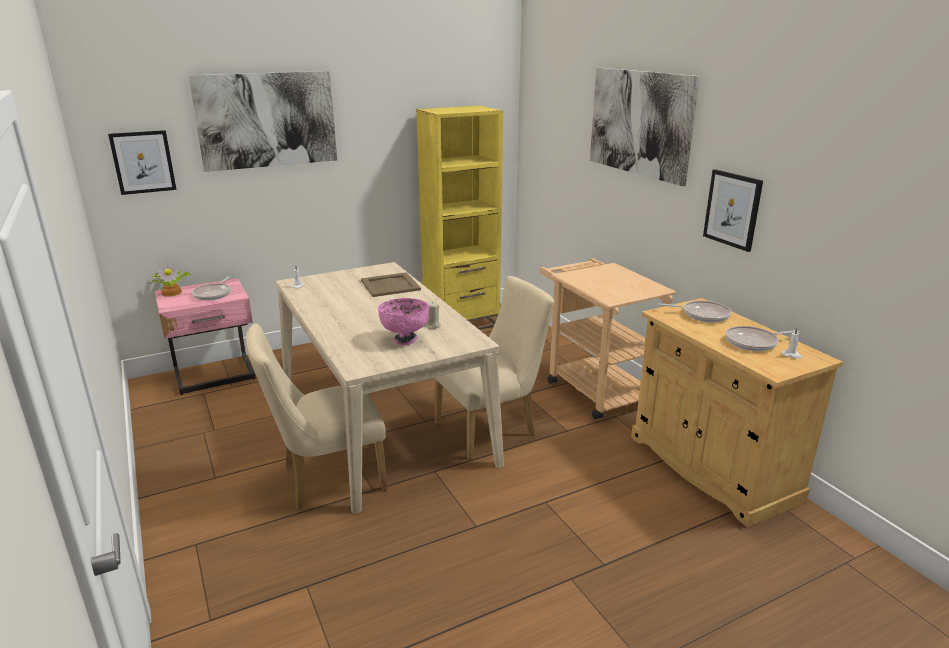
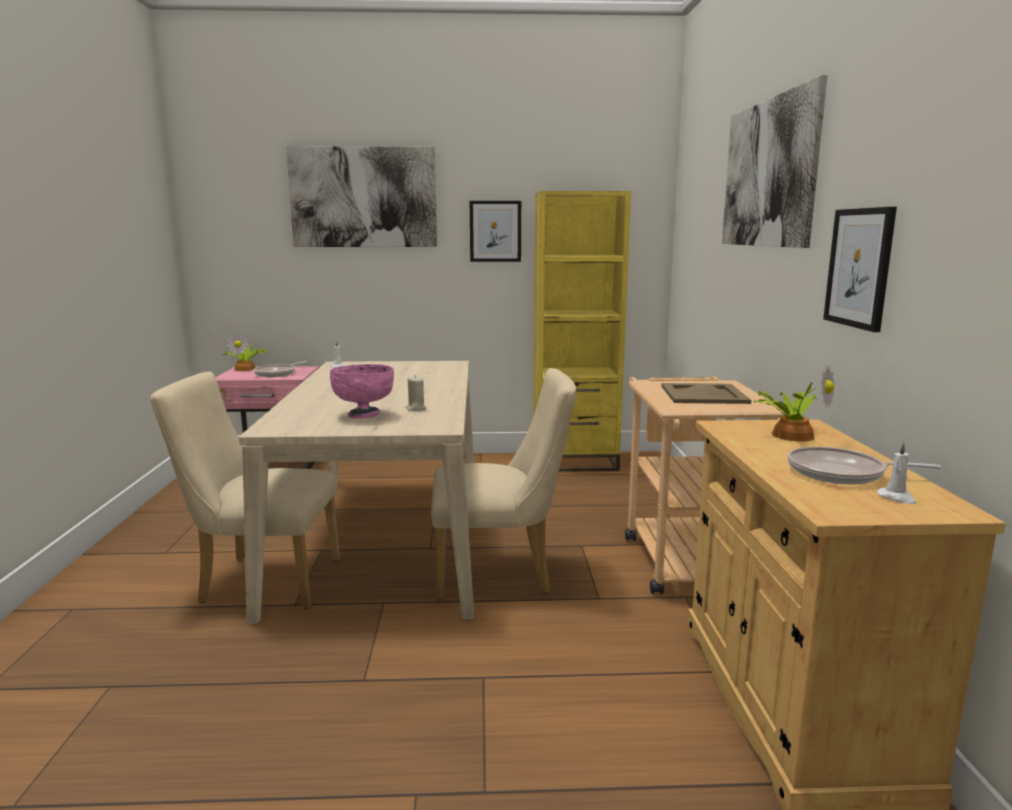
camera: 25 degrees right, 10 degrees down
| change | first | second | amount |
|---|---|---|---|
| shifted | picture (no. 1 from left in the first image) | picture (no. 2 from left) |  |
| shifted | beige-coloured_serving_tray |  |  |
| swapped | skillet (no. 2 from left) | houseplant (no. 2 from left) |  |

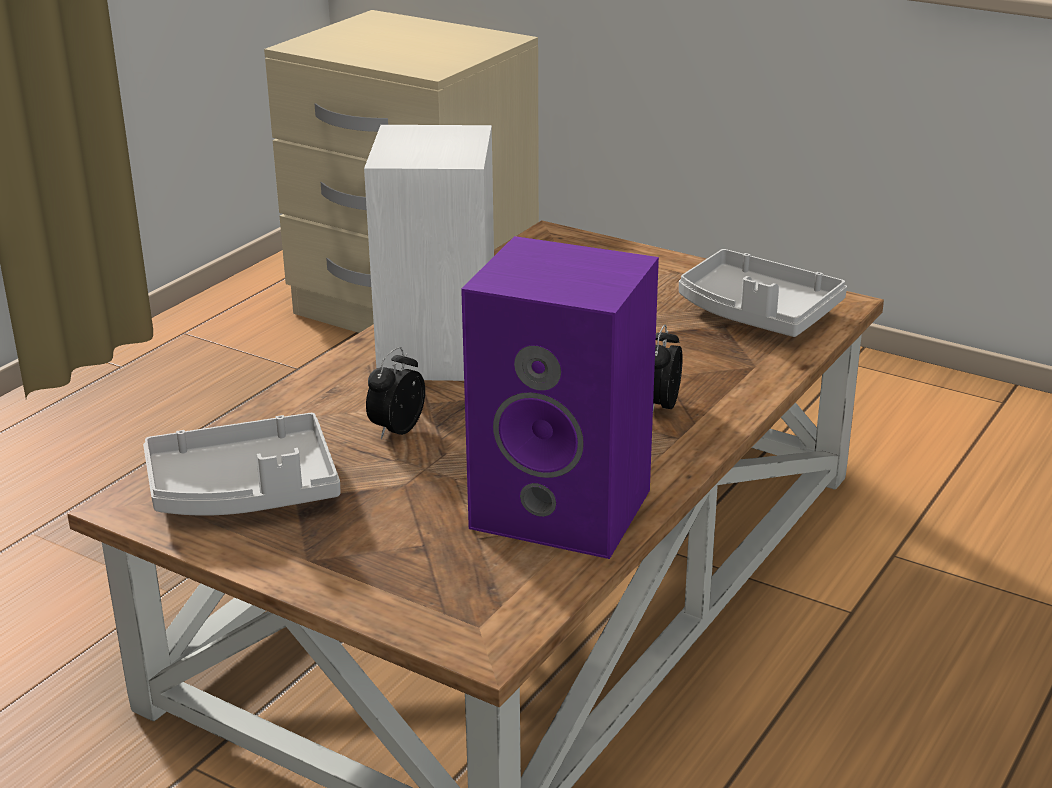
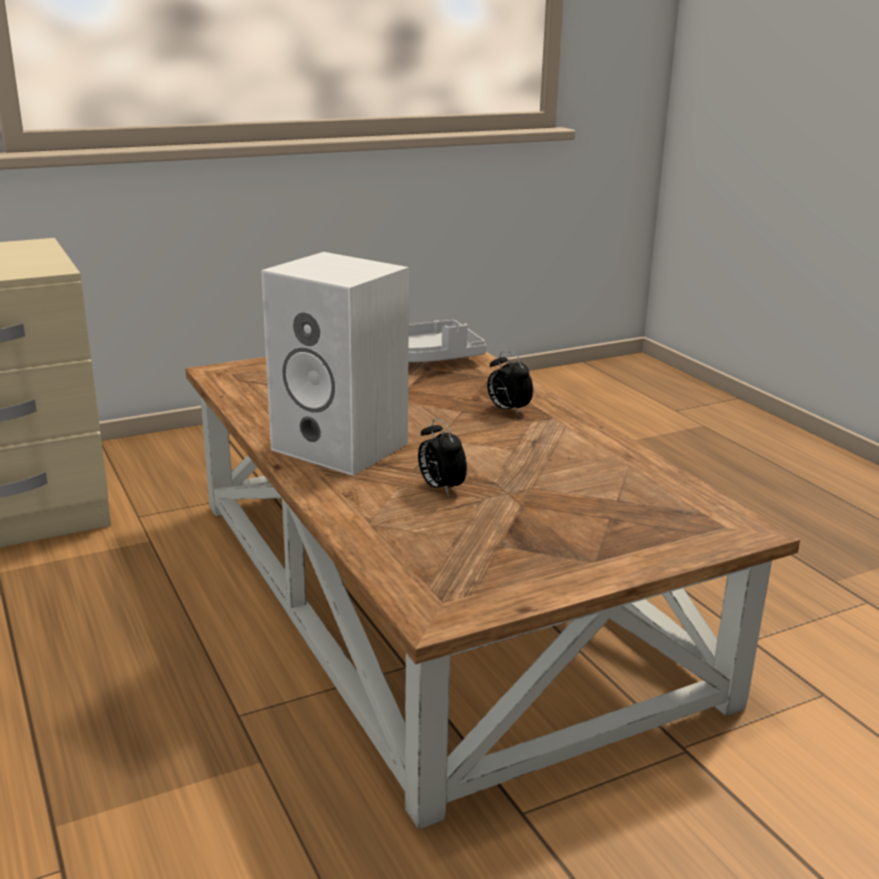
camera: 60 degrees left, 5 degrees down
| change | first | second | amount |
|---|---|---|---|
| gone | grey_serving_tray (no. 1 from left) |  |  |
| gone | purple-coloured_speaker |  |  |

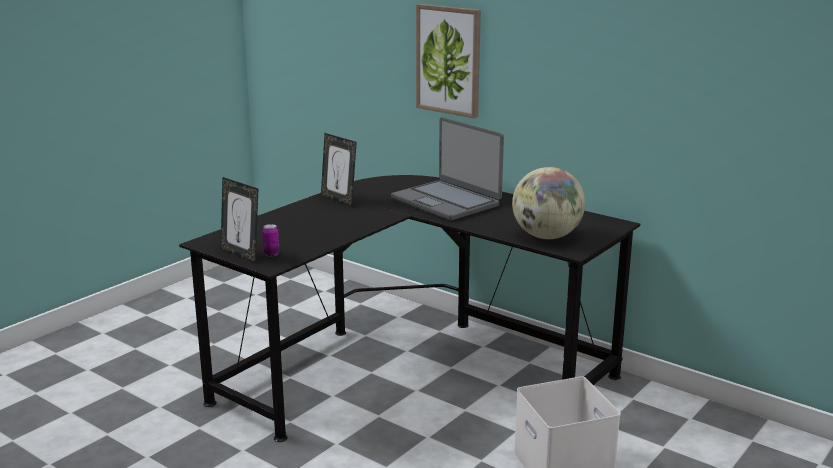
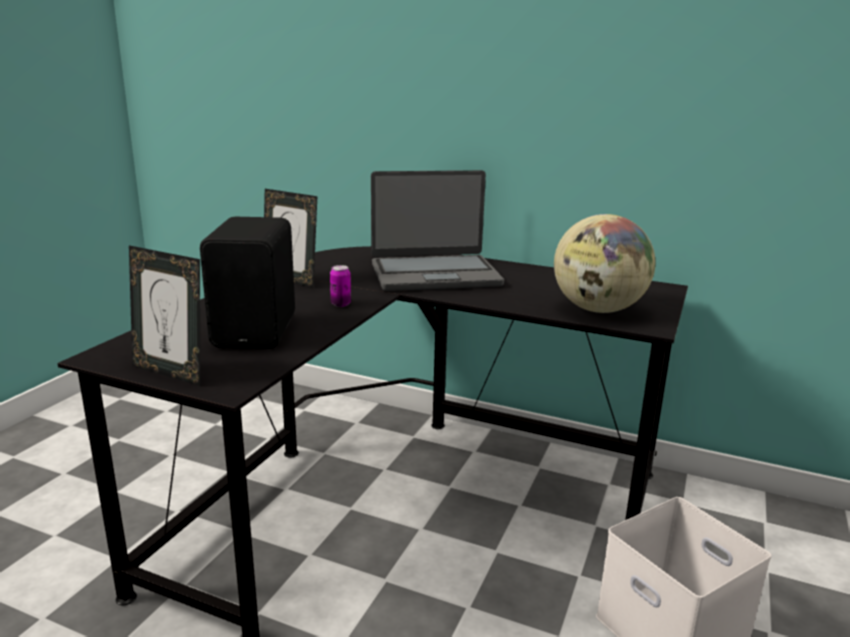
camera: 15 degrees left, 0 degrees up
| change | first | second | amount |
|---|---|---|---|
| gone | picture |  |  |
| new |  | blackish_speaker |  |
| shifted | sealed_can |  |  |
| rotated | laptop |  | 45 degrees counterclockwise |

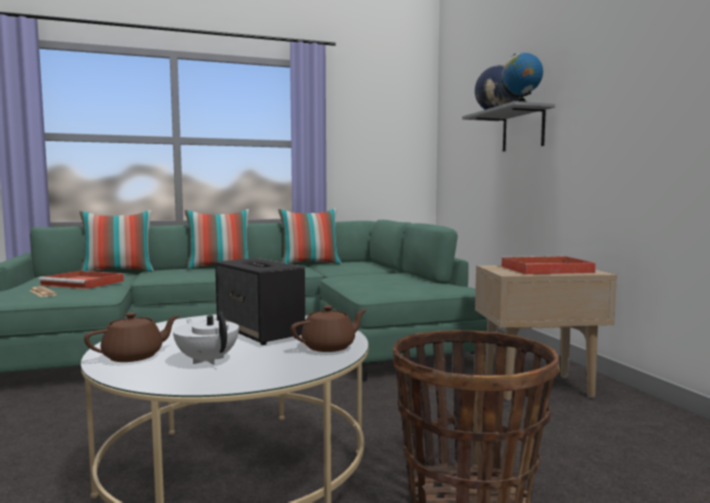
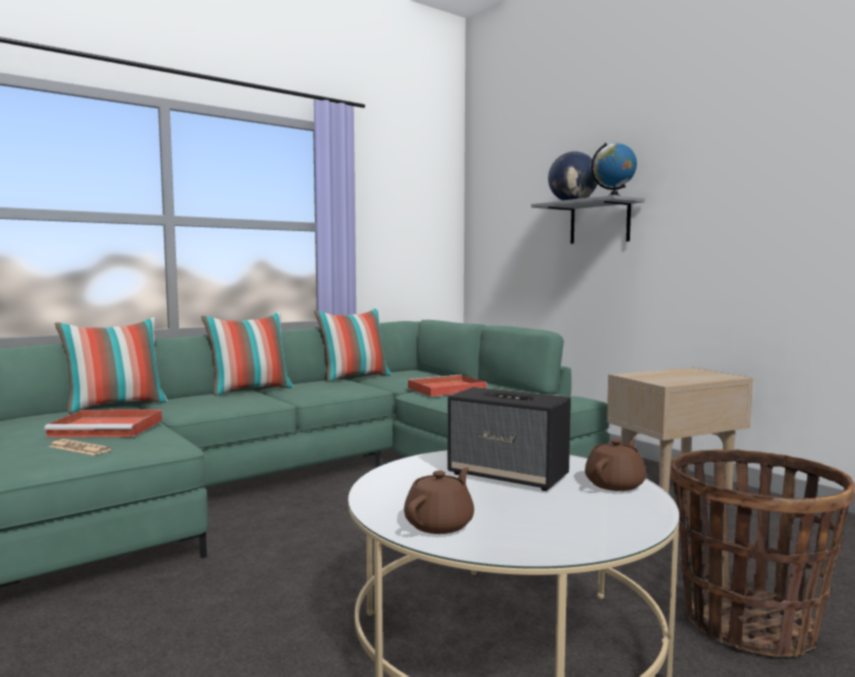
camera: 20 degrees left, 0 degrees up
| change | first | second | amount |
|---|---|---|---|
| gone | white_tea_pot |  |  |
| shifted | reddish_serving_tray (no. 2 from left) |  |  |

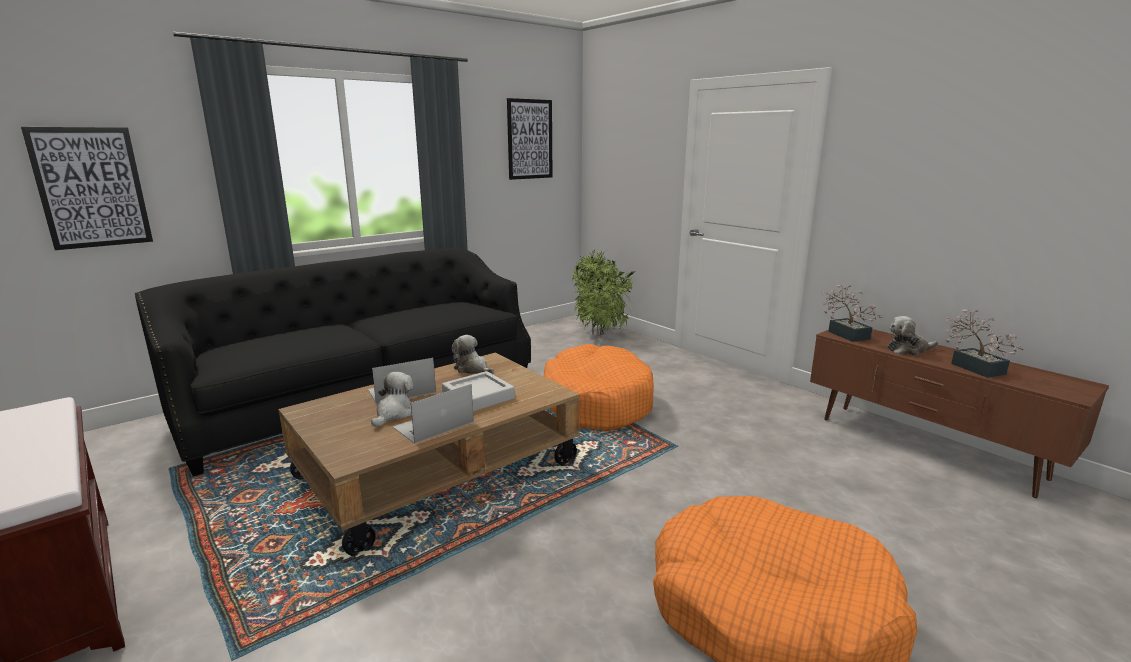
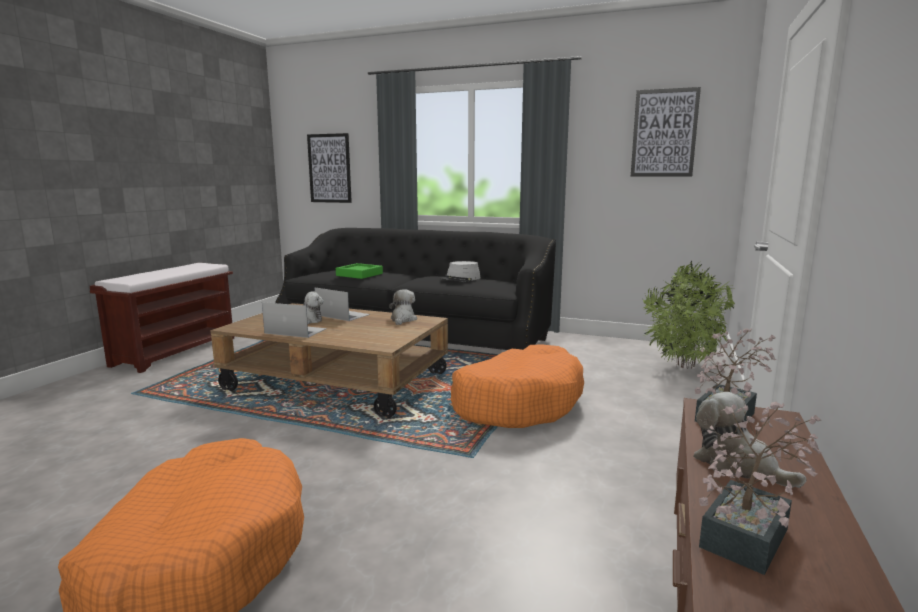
camera: 60 degrees right, 5 degrees down
| change | first | second | amount |
|---|---|---|---|
| gone | grey_serving_tray |  |  |
| new |  | green-coloured_serving_tray |  |
| new |  | grey_clothing_hat |  |

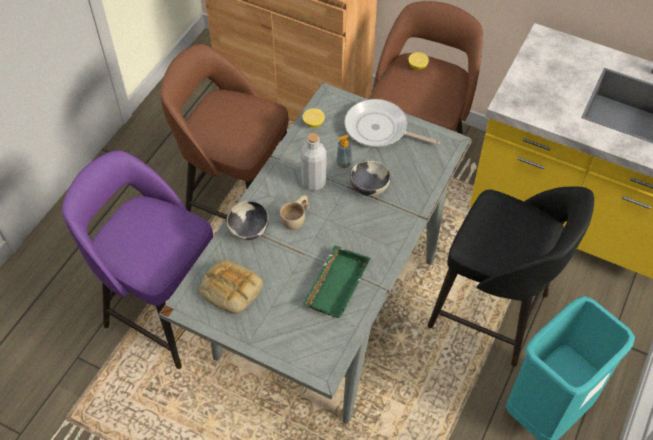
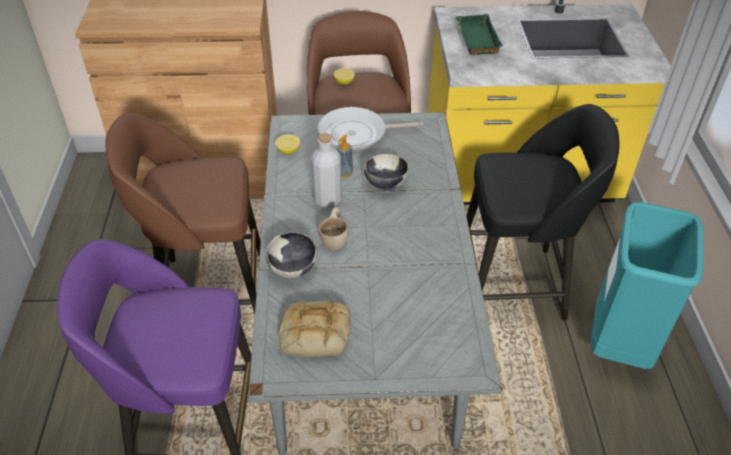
camera: 30 degrees left, 10 degrees down
| change | first | second | amount |
|---|---|---|---|
| shifted | green-coloured_serving_tray |  |  |

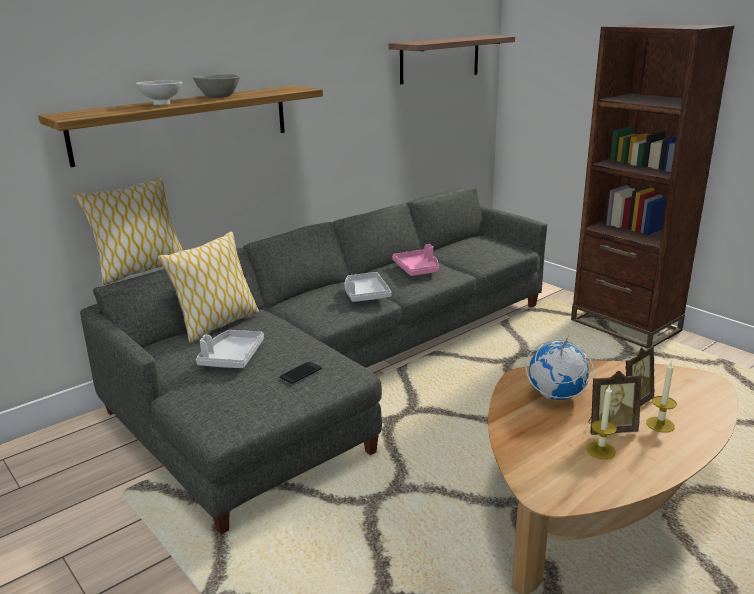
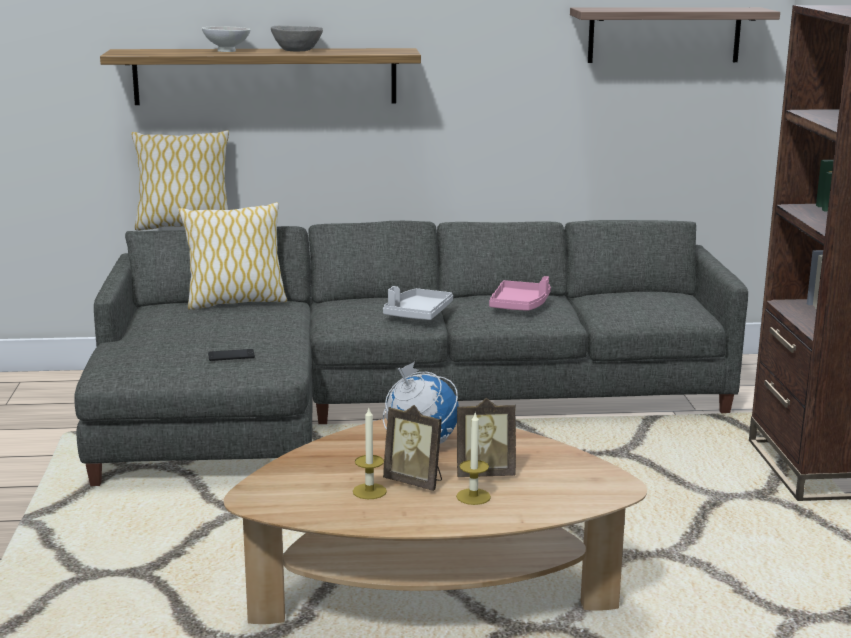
camera: 35 degrees right, 5 degrees down
| change | first | second | amount |
|---|---|---|---|
| gone | grey_serving_tray (no. 1 from left) |  |  |

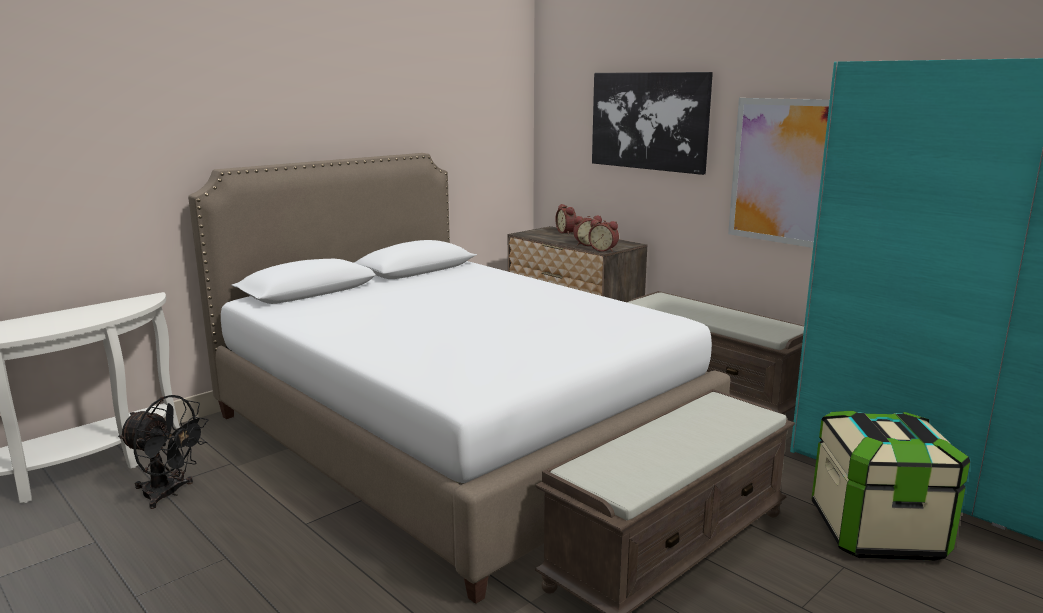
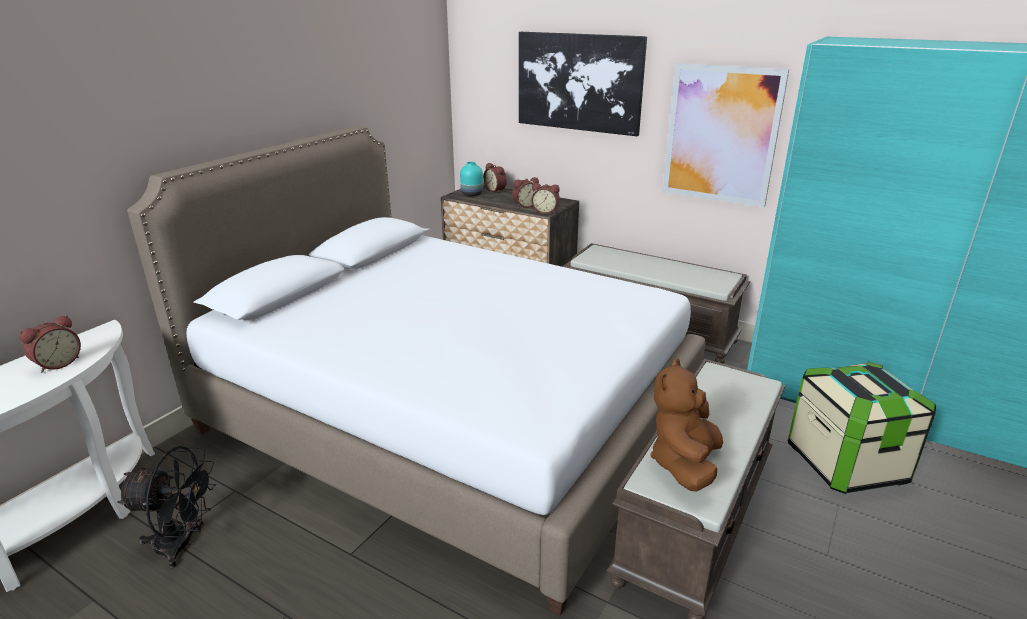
camera: 15 degrees left, 10 degrees up
| change | first | second | amount |
|---|---|---|---|
| new |  | table_clock (no. 1 from left) |  |
| new |  | blue-green_decorative_vase |  |
| new |  | brown-coloured_soft_toy |  |

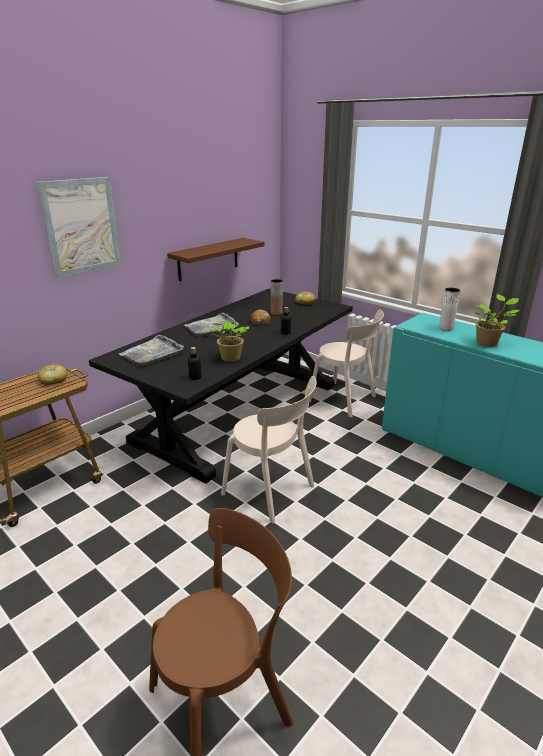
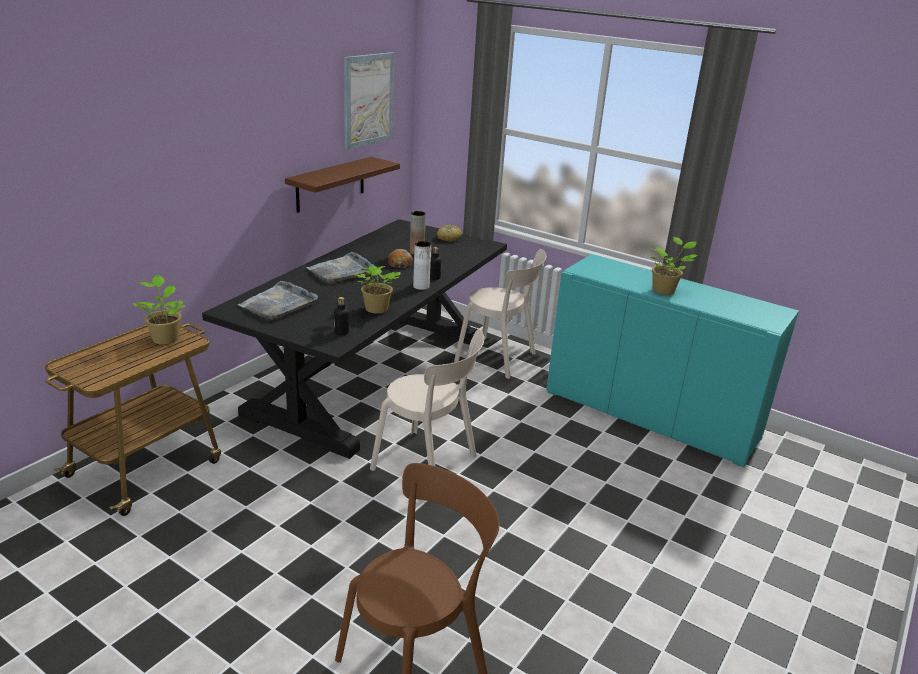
camera: 10 degrees left, 0 degrees up
| change | first | second | amount |
|---|---|---|---|
| shifted | picture |  |  |
| shifted | white_decorative_vase |  |  |
| swapped | bread (no. 1 from left) | houseplant (no. 1 from left) |  |

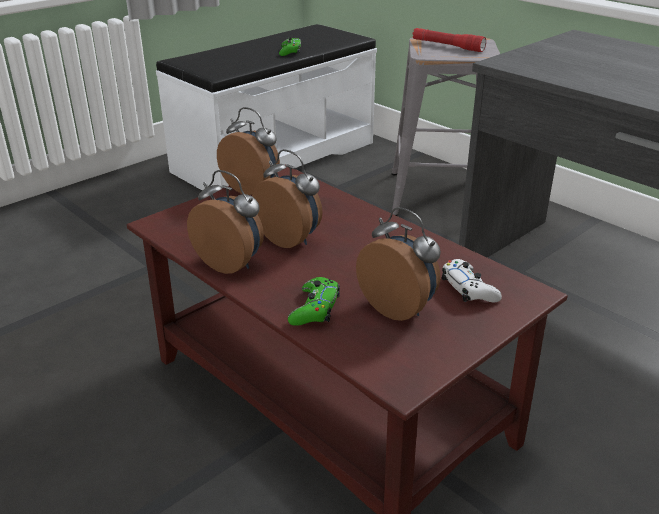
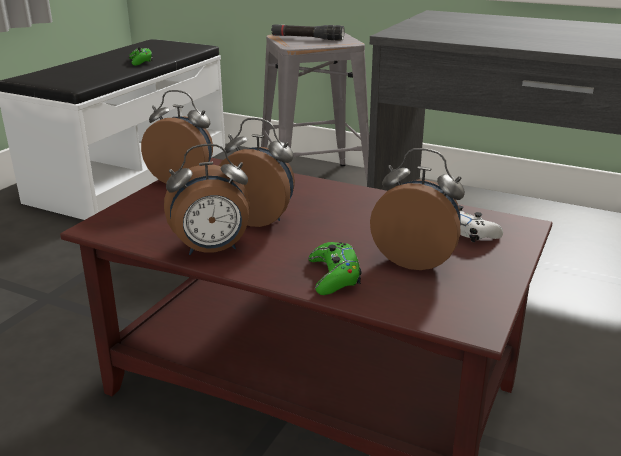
camera: 20 degrees left, 5 degrees down
| change | first | second | amount |
|---|---|---|---|
| repainted | reddish_flashlight | blackish_flashlight |  |
| rotated | table_clock (no. 1 from left in the first image) | table_clock (no. 2 from left) | 150 degrees clockwise |

